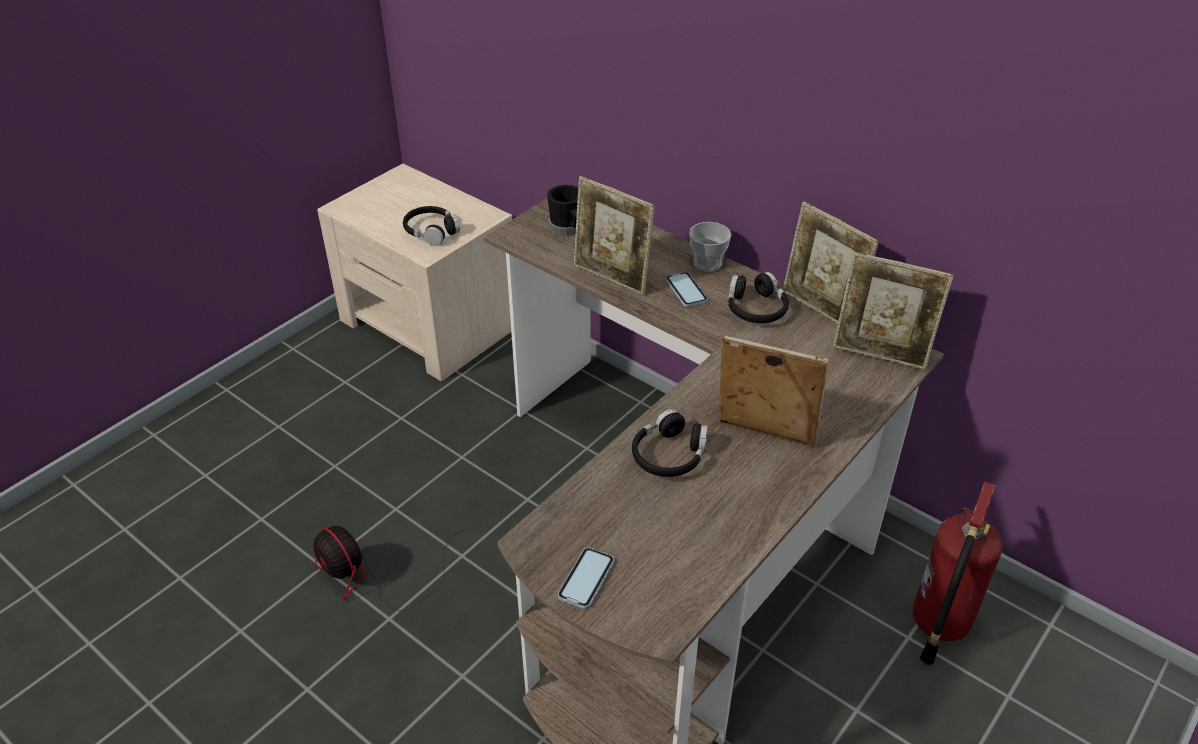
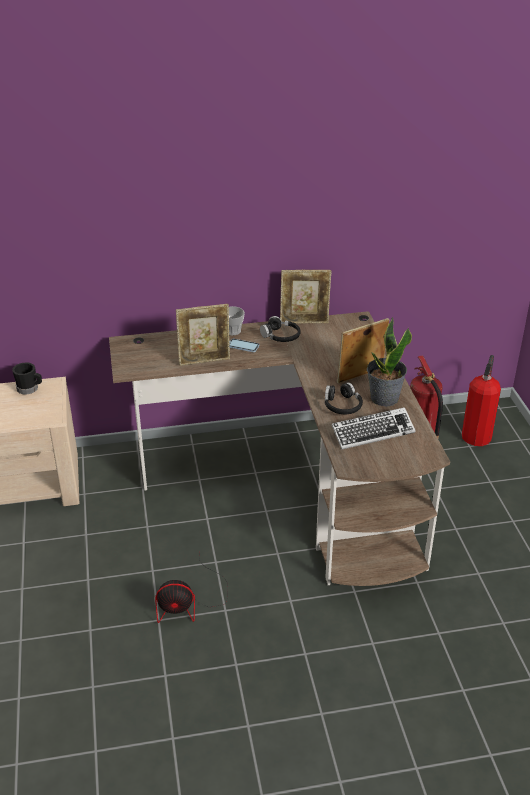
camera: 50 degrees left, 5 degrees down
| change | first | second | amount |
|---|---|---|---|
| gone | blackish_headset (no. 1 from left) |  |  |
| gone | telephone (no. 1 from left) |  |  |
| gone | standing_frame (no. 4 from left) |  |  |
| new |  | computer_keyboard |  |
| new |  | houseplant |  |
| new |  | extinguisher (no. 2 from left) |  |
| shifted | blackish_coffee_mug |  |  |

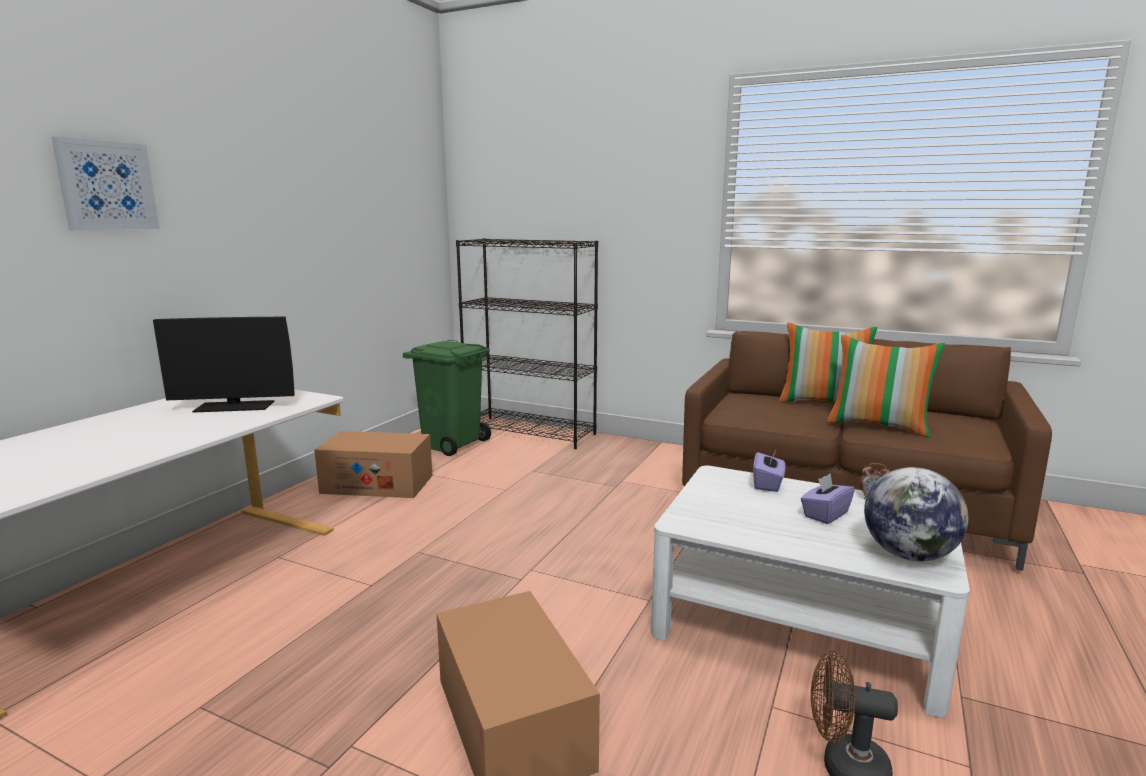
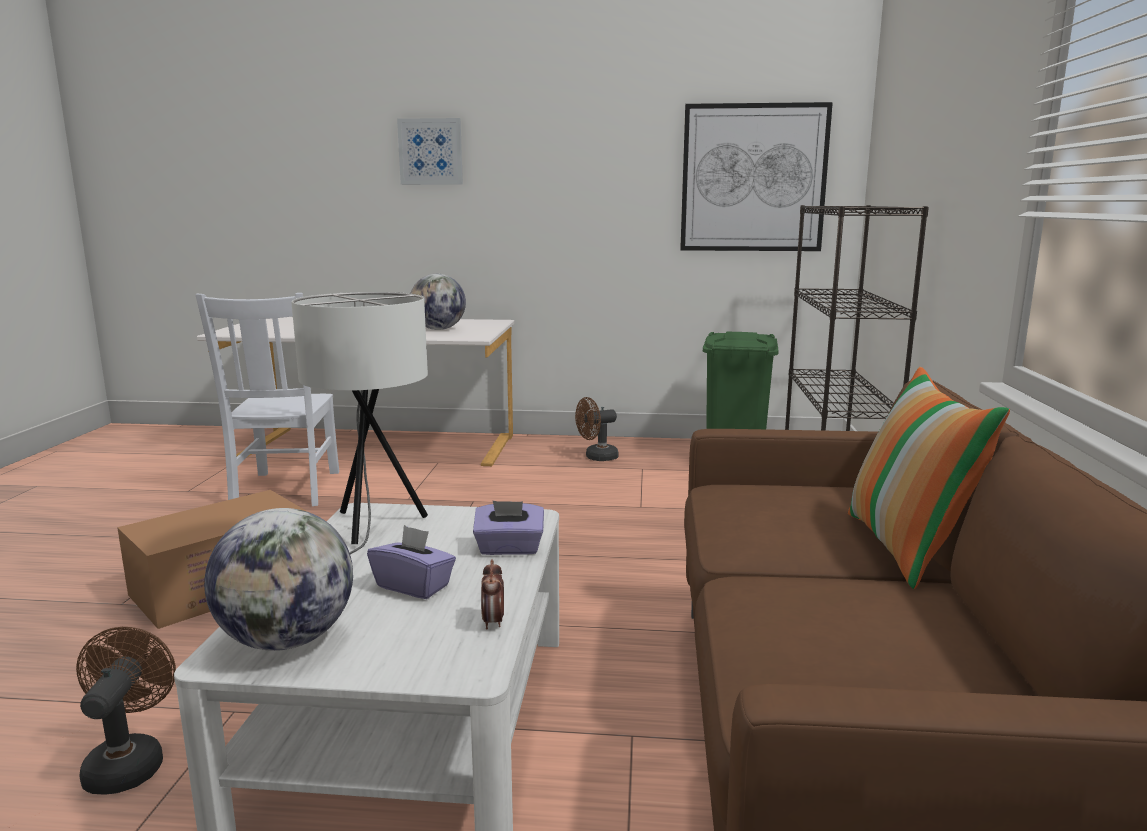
camera: 70 degrees right, 0 degrees up
| change | first | second | amount |
|---|---|---|---|
| gone | cushion (no. 2 from left) |  |  |
| new |  | white_upright_chair |  |
| new |  | white_table_lamp |  |
| new |  | picture (no. 2 from left) |  |
| swapped | computer_screen | world_globe (no. 2 from left) |  |
| swapped | packing_box (no. 1 from left) | brown-coloured_cooling_fan (no. 2 from left) |  |

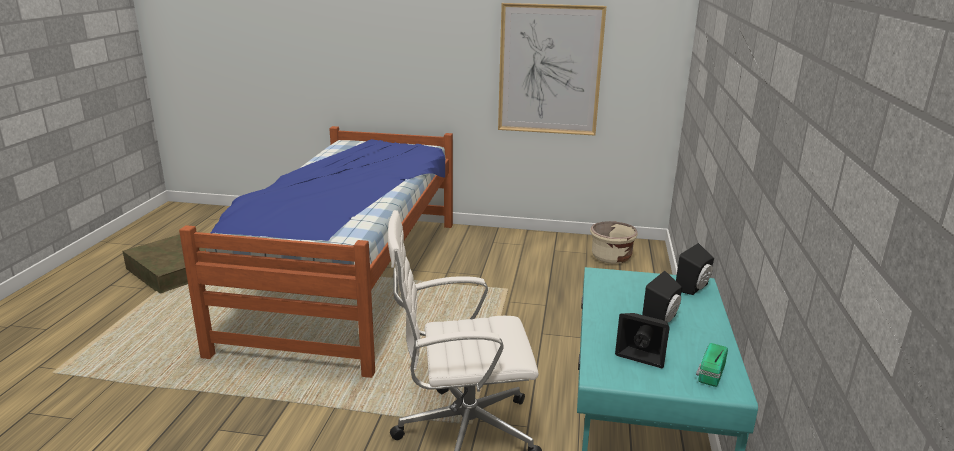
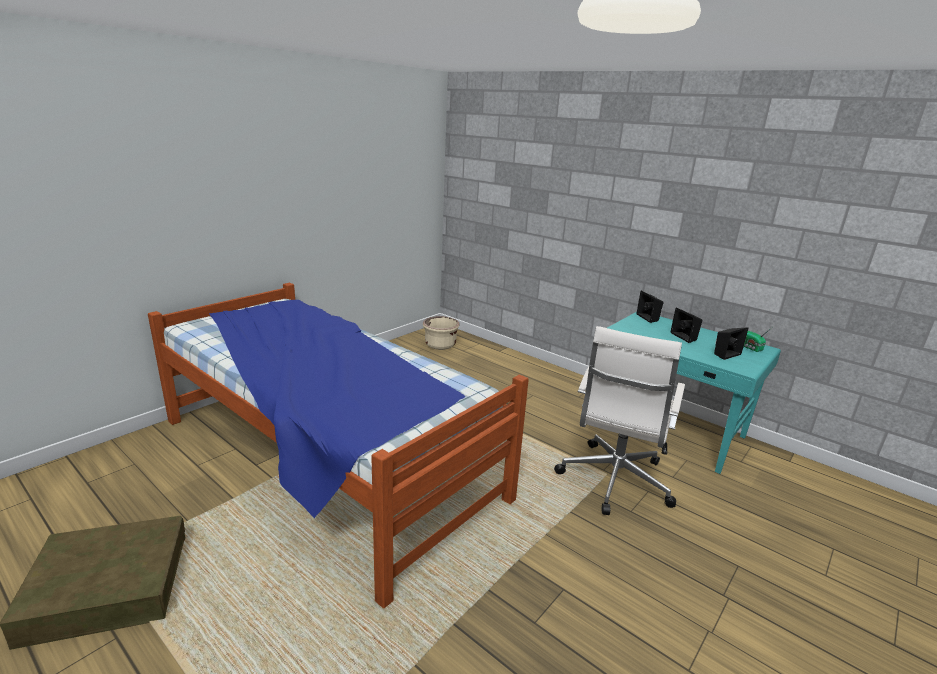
camera: 60 degrees left, 0 degrees up
| change | first | second | amount |
|---|---|---|---|
| gone | picture |  |  |

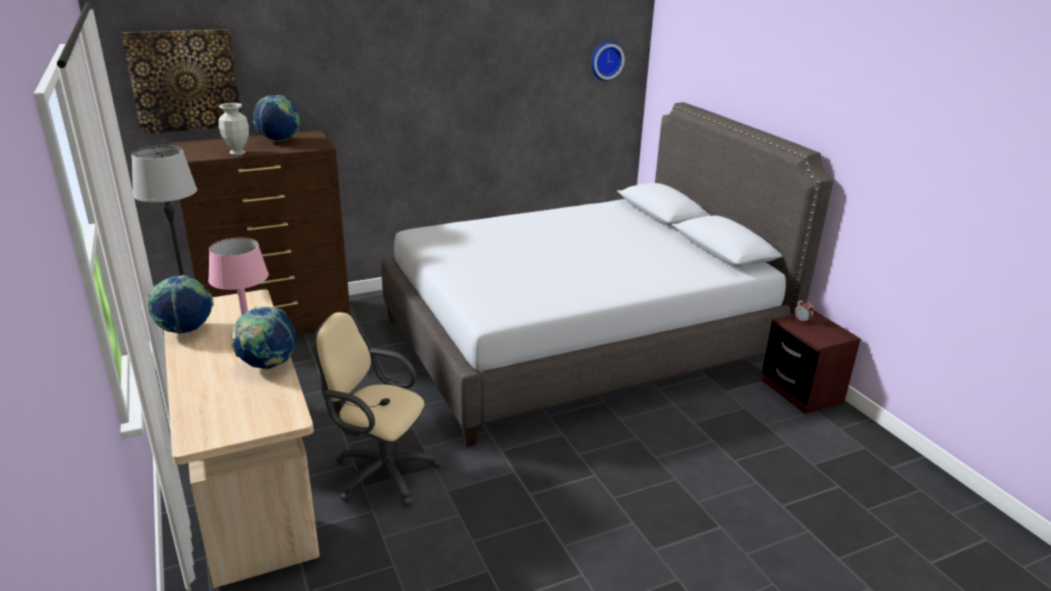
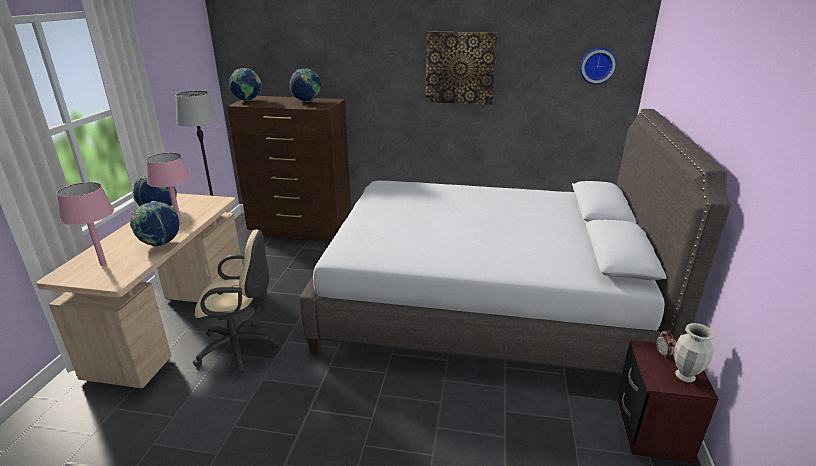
camera: 35 degrees right, 0 degrees up
| change | first | second | amount |
|---|---|---|---|
| new |  | pink_table_lamp (no. 1 from left) |  |
| new |  | world_globe (no. 3 from left) |  |
| shifted | picture |  |  |
| shifted | decorative_vase |  |  |
| rotated | beige-coloured_desk_chair |  | 120 degrees clockwise |

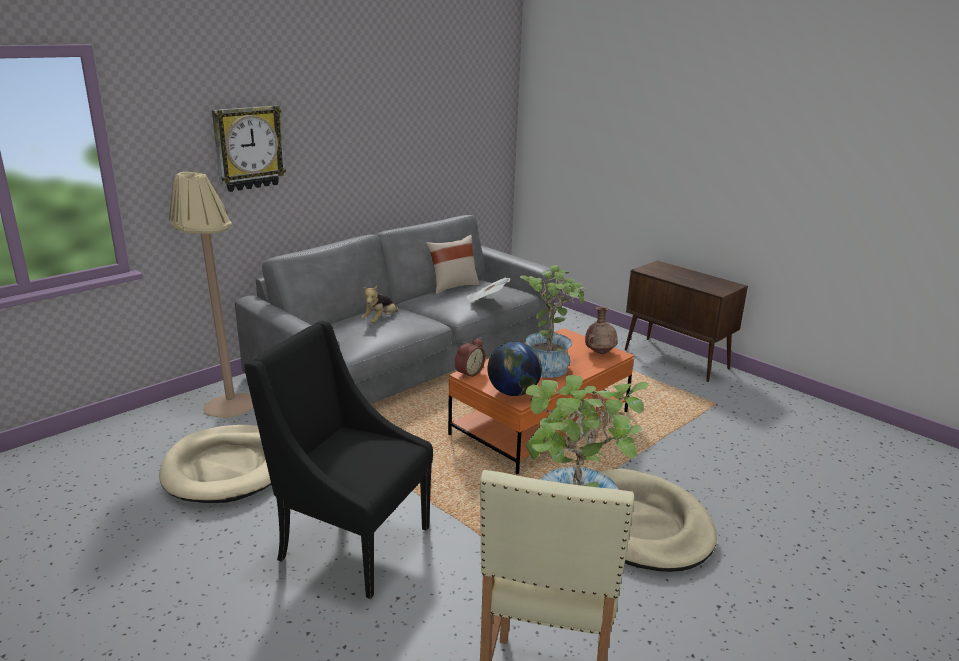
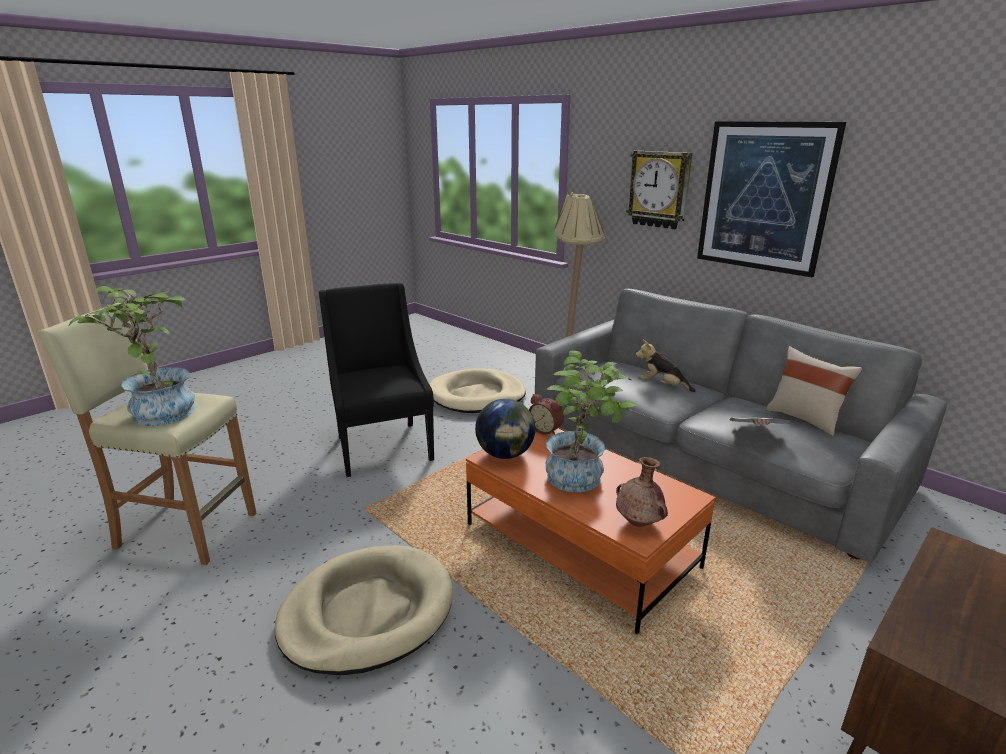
camera: 90 degrees right, 0 degrees up
| change | first | second | amount |
|---|---|---|---|
| new |  | picture |  |
| rotated | blackish_easy_chair |  | 45 degrees counterclockwise |

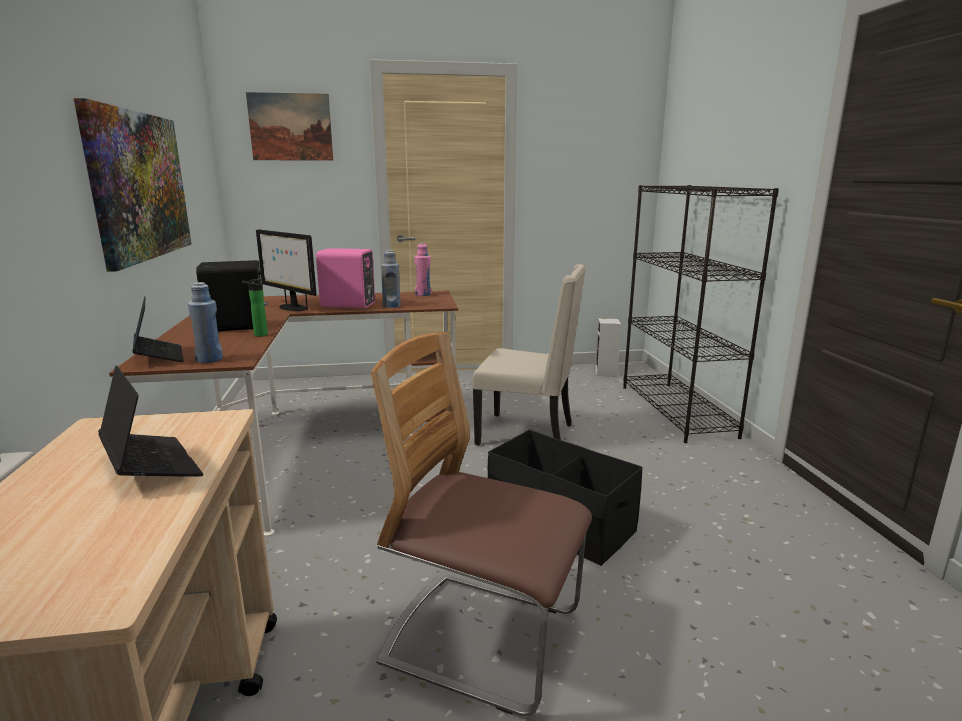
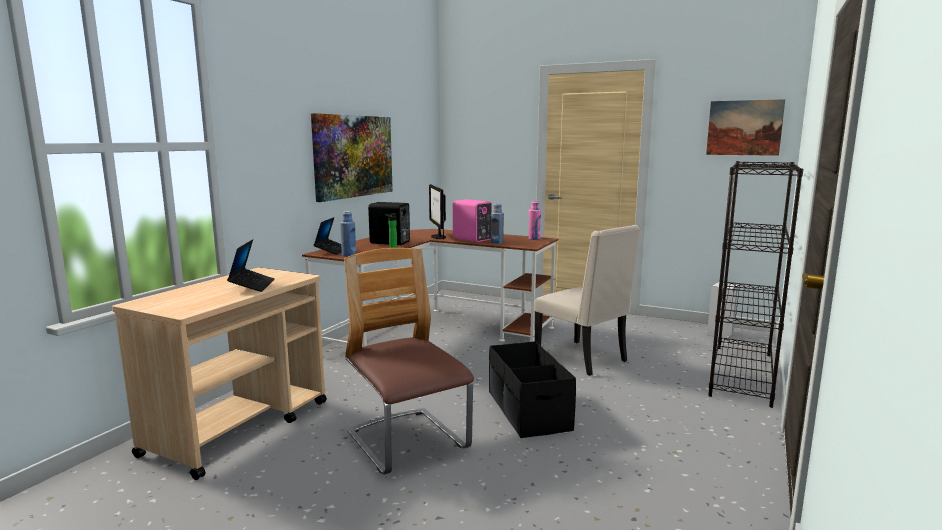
camera: 35 degrees right, 5 degrees down
| change | first | second | amount |
|---|---|---|---|
| shifted | picture (no. 2 from left) |  |  |

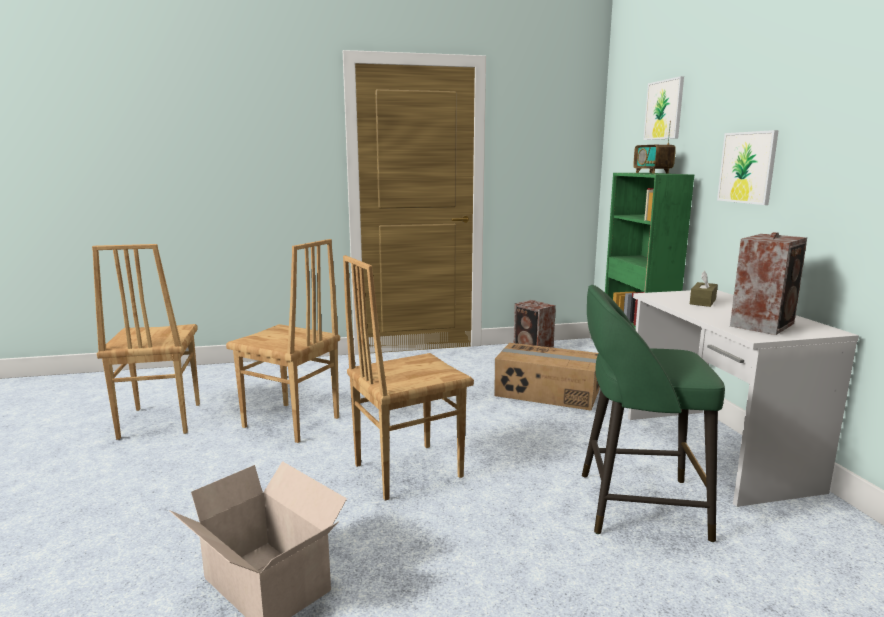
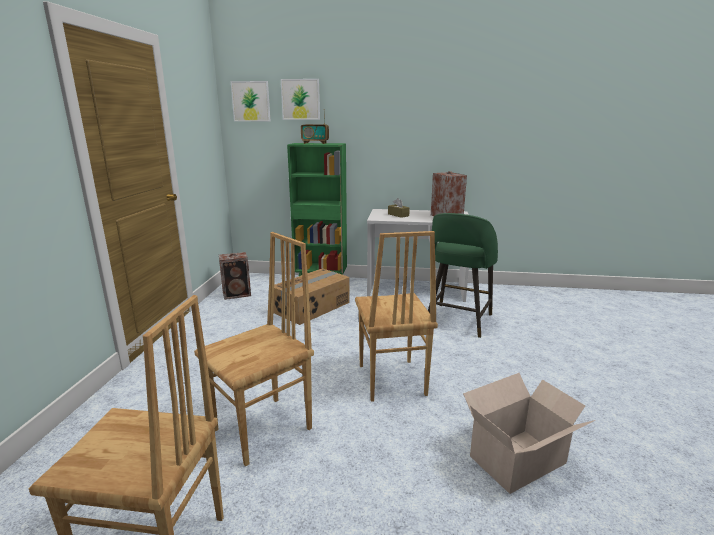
camera: 70 degrees left, 5 degrees up
| change | first | second | amount |
|---|---|---|---|
| shifted | picture (no. 2 from left in the first image) | picture (no. 1 from left) |  |

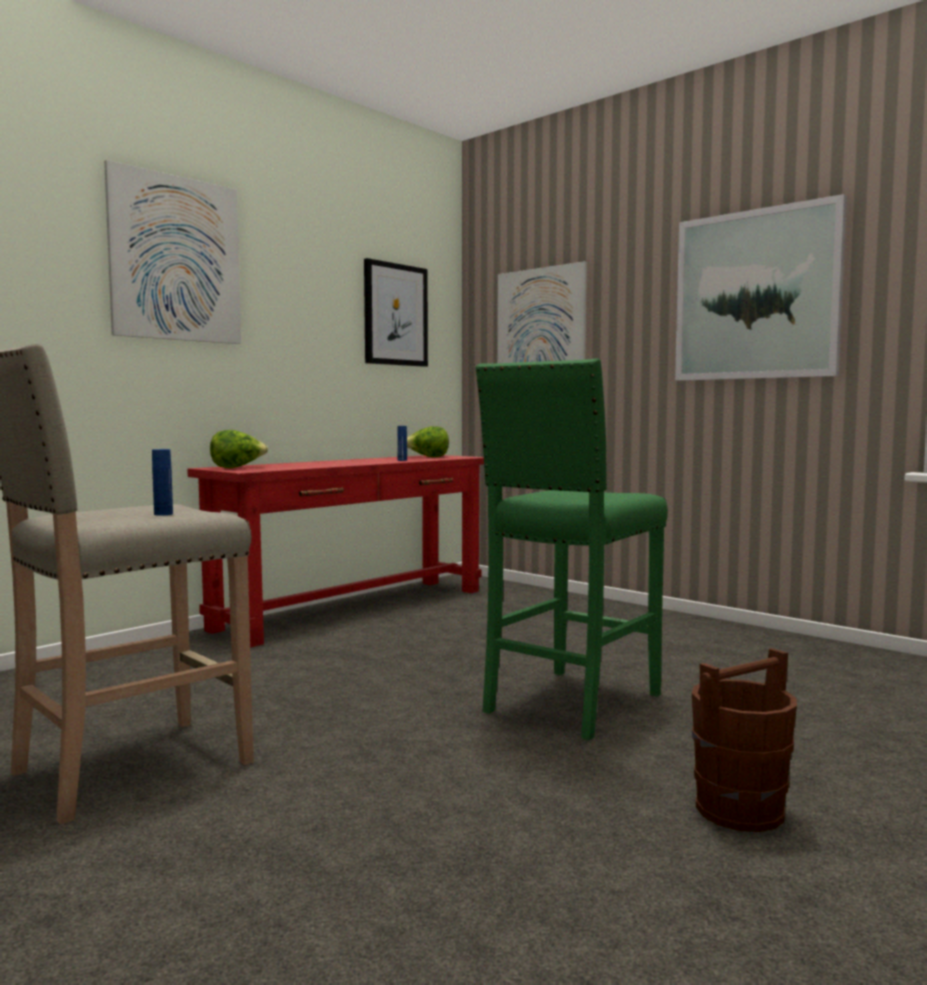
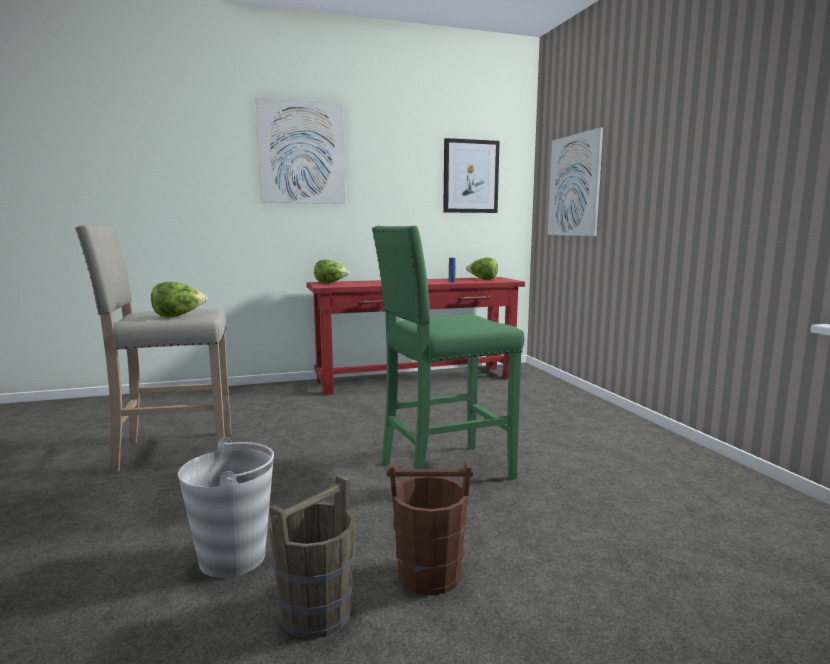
camera: 30 degrees right, 5 degrees up
| change | first | second | amount |
|---|---|---|---|
| gone | picture (no. 4 from left) |  |  |
| new |  | grey_bucket |  |
| new |  | brown-coloured_bucket (no. 1 from left) |  |
| swapped | blue_drink_bottle (no. 1 from left) | lettuce (no. 1 from left) |  |

